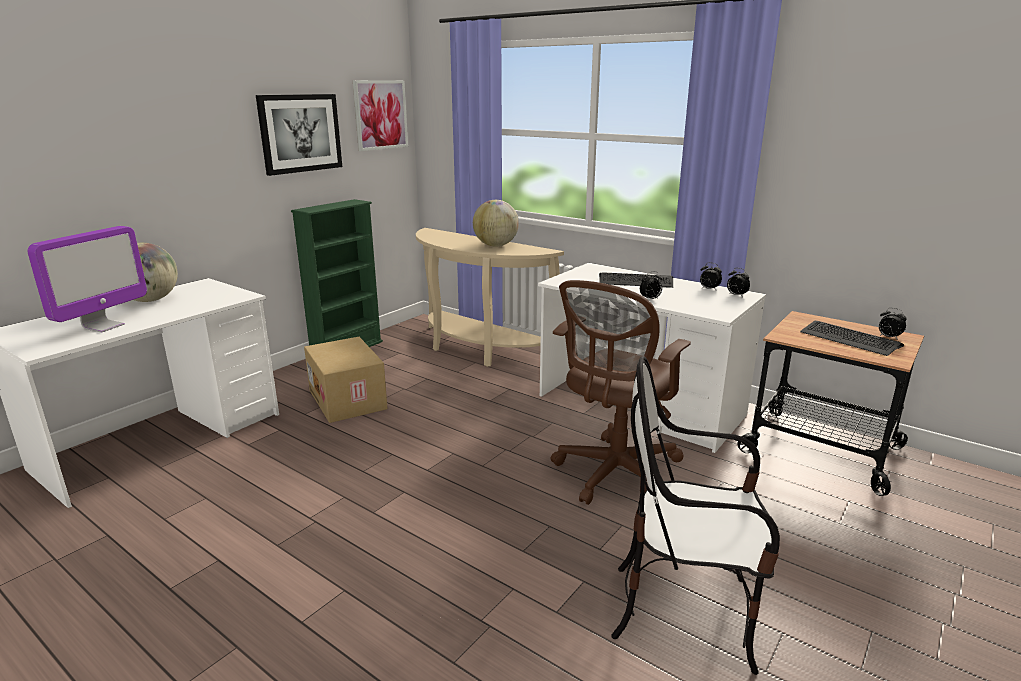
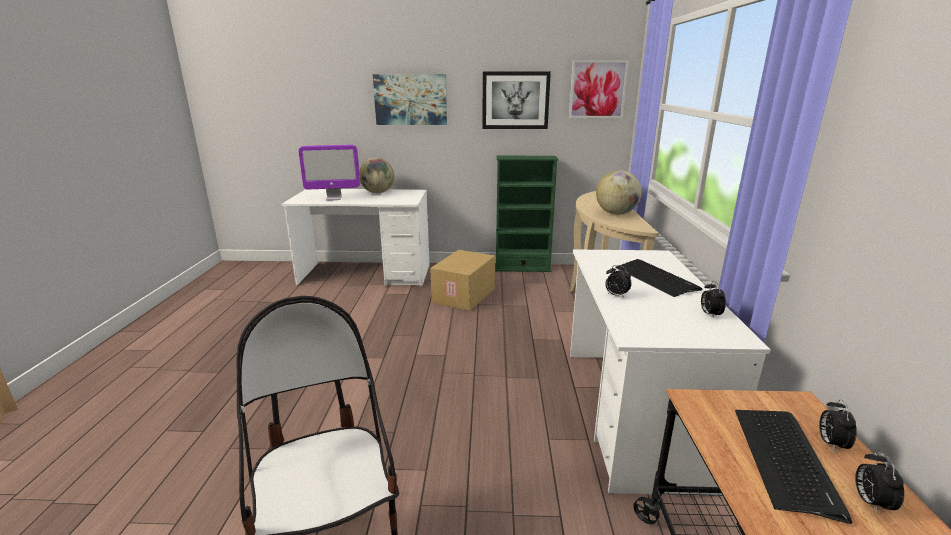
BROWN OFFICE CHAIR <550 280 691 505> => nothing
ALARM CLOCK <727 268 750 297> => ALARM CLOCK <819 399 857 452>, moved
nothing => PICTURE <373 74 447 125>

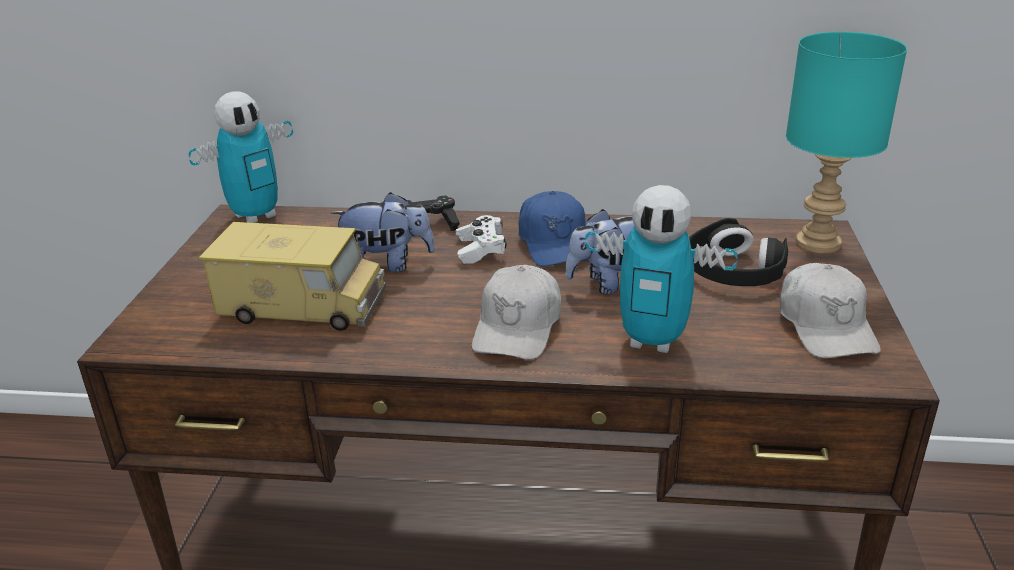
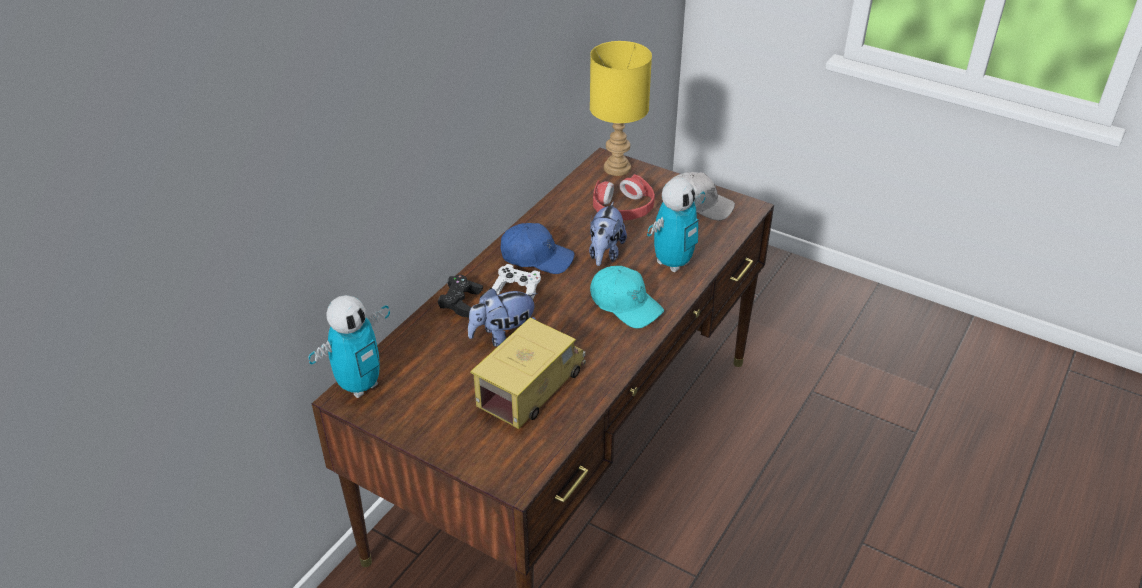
TOY ROBOT <188 91 293 223> => TOY ROBOT <309 295 390 398>, 60 degrees clockwise
PLUSH TOY <331 192 435 272> => PLUSH TOY <468 288 537 347>, 135 degrees counterclockwise
WHITE CAP <472 265 561 360> => TURQUOISE CAP <590 266 664 329>
BLACK HEADPHONES <689 218 788 286> => RED HEADPHONES <593 174 655 220>
TURQUOISE TABLE LAMP <786 32 907 254> => YELLOW TABLE LAMP <590 41 652 176>

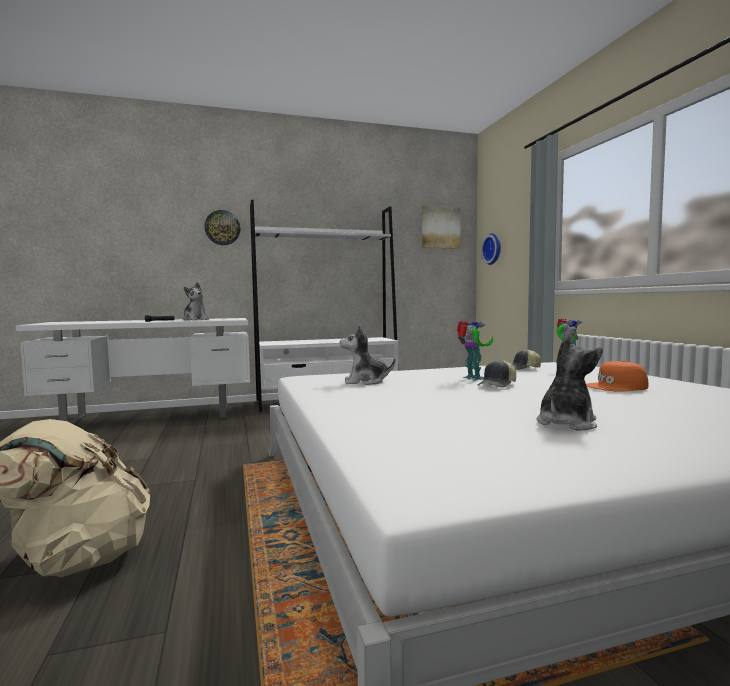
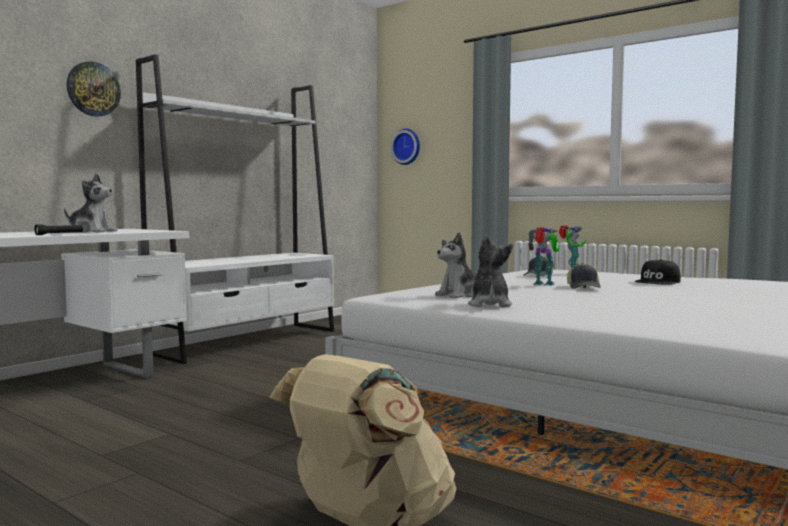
PICTURE <422 205 461 249> => nothing
PLUSH TOY <537 334 603 430> => PLUSH TOY <468 235 513 307>, moved
ORANGE CAP <586 361 648 392> => BLACK CAP <635 259 681 285>

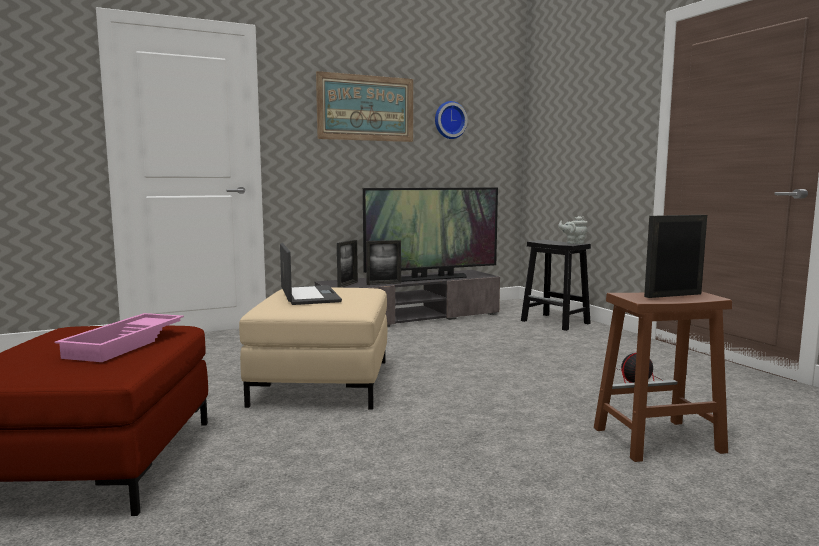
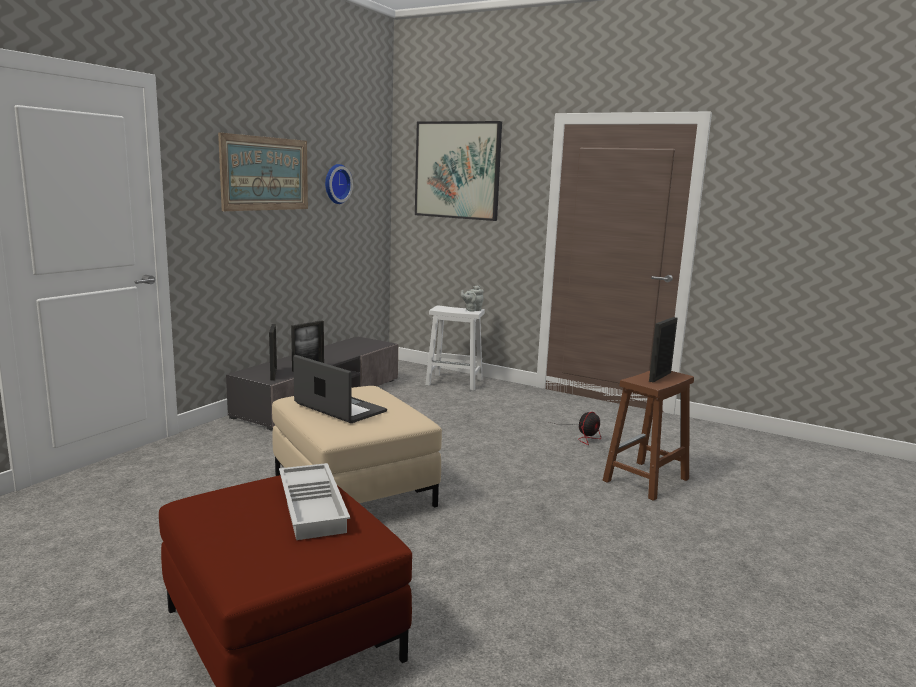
PINK TRAY <55 313 184 362> => WHITE TRAY <279 463 350 540>
TELEVISION <363 188 498 282> => nothing
BLACK STOOL <521 240 591 331> => WHITE STOOL <425 305 485 391>
nothing => PICTURE <415 121 502 221>

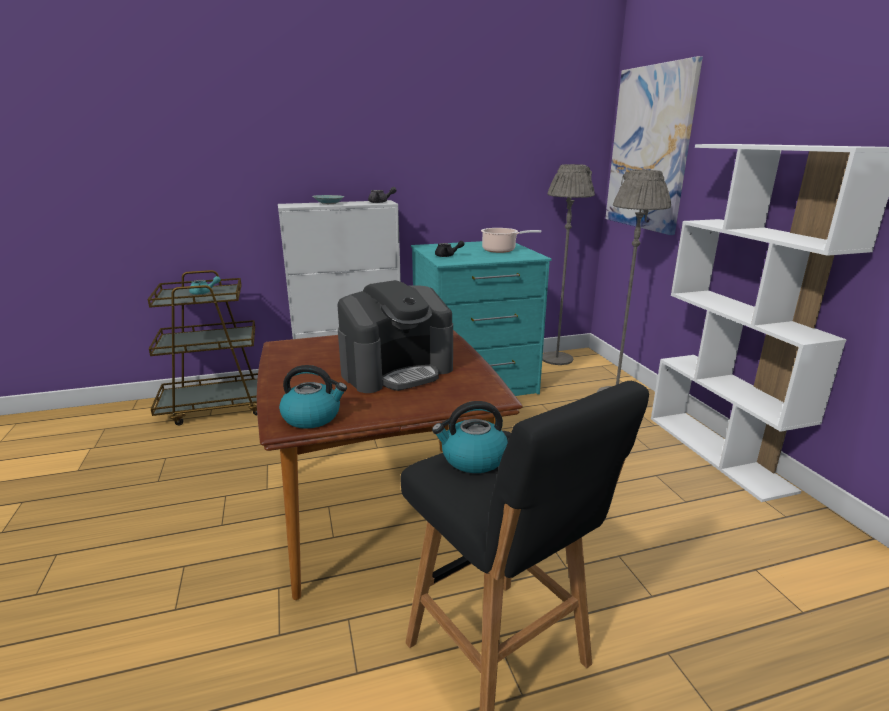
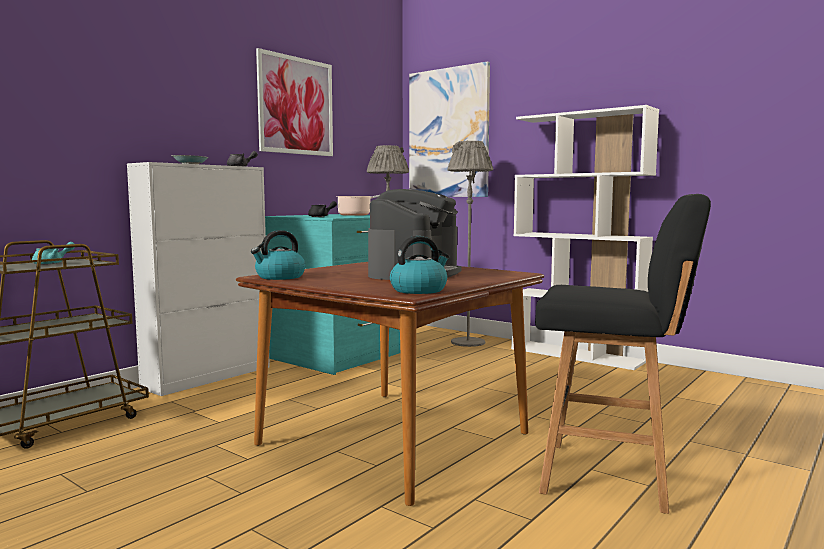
KETTLE <432 401 508 473> => KETTLE <251 230 305 280>, moved
nothing => PICTURE <256 48 333 156>

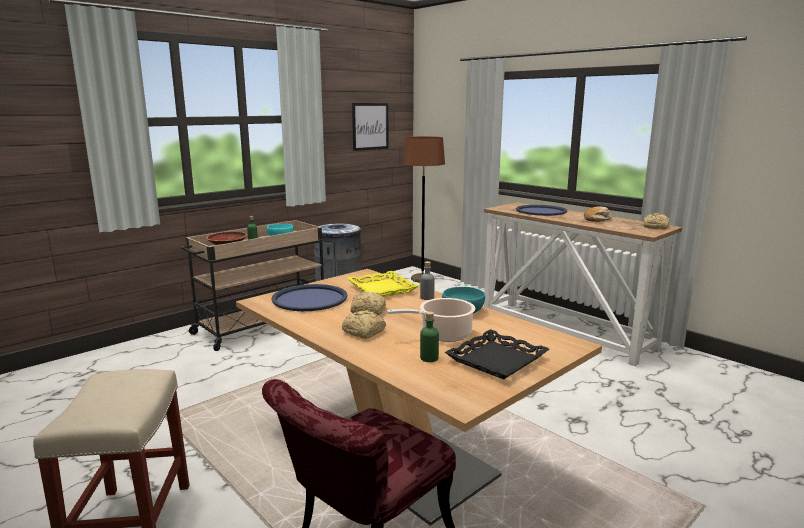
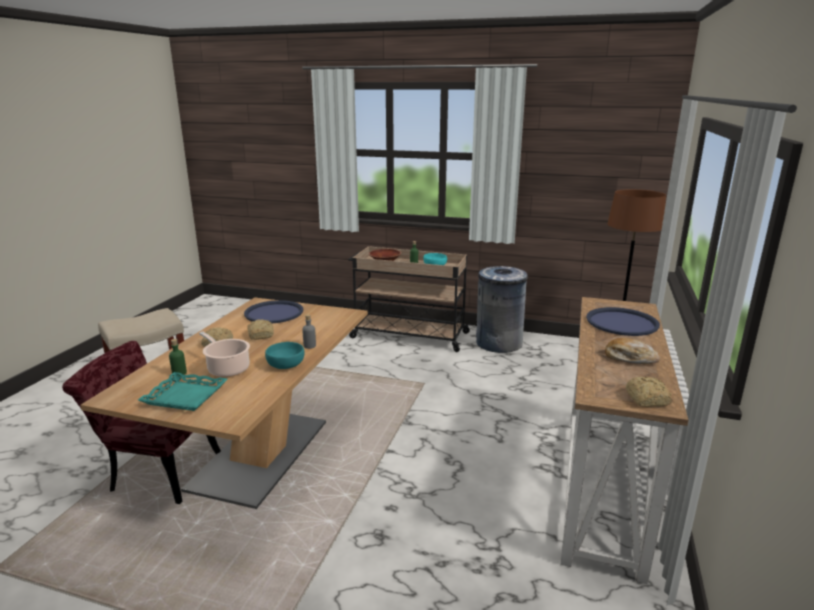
YELLOW TRAY <347 271 418 297> => nothing
PICTURE <352 103 389 151> => nothing
BLACK TRAY <445 329 549 379> => TURQUOISE TRAY <138 372 228 411>

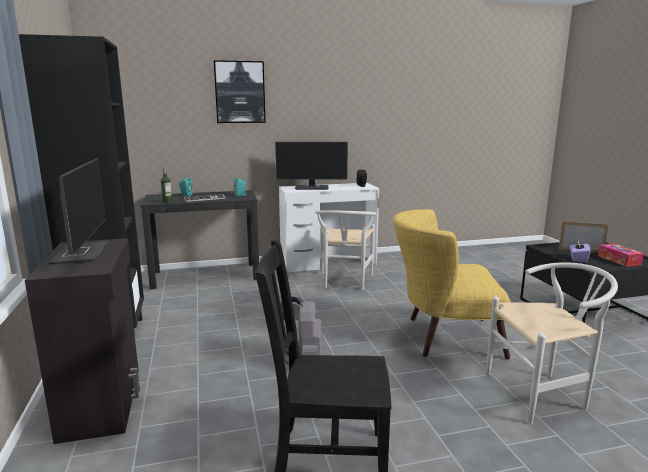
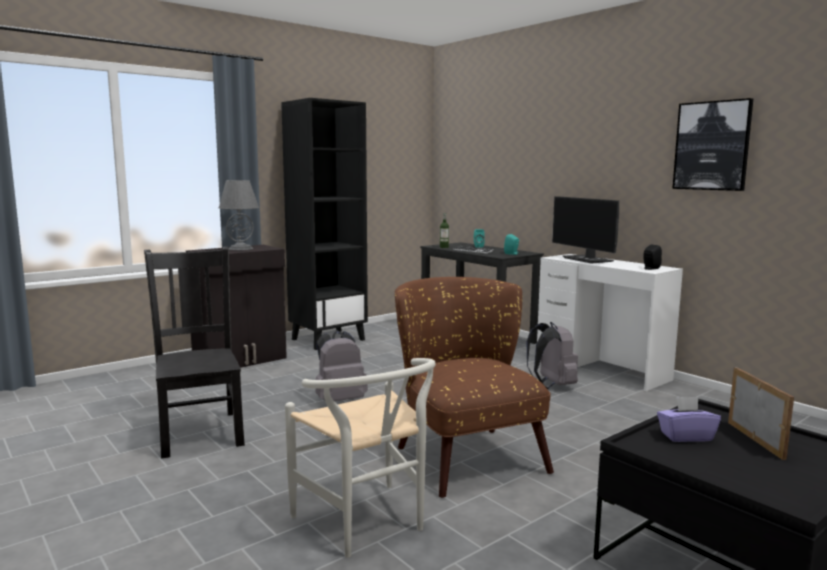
MONITOR <49 158 108 264> => GREY TABLE LAMP <219 180 259 250>
PICTURE <214 60 266 123> => PICTURE <672 98 753 191>, moved
WHITE CHAIR <315 210 376 290> => GREY BACKPACK <527 322 578 389>
YELLOW ARMCHAIR <393 209 511 359> => BROWN ARMCHAIR <395 277 554 498>
TISSUE BOX <598 243 644 267> => nothing

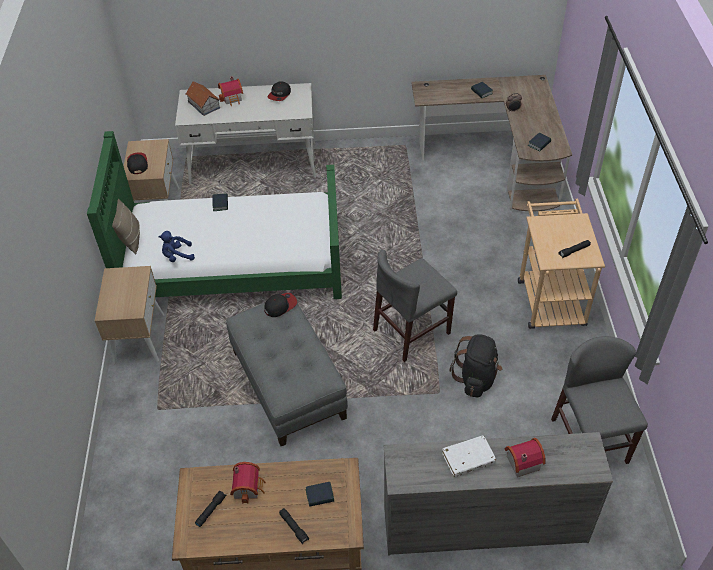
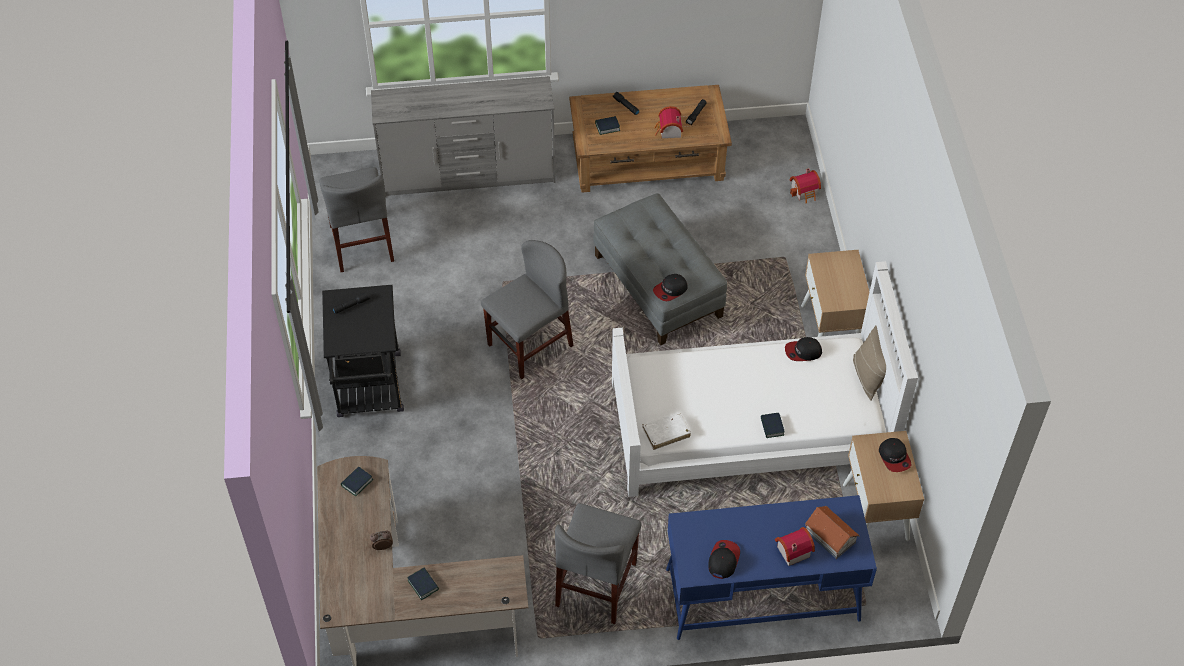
GREEN BED <87 131 342 299> => WHITE BED <612 261 918 497>
BLUE PLUSH TOY <159 231 195 262> => CAP <785 337 822 361>
WHITE DESK <175 83 316 185> => BLUE DESK <666 495 877 640>
WHITE BOOK <442 436 496 477> => WHITE BOOK <643 412 691 450>, moved
BLACK BACKPACK <450 334 503 398> => nothing
TOY HOUSE <505 438 546 477> => TOY HOUSE <790 168 821 203>, moved
BEIGE CART <518 199 605 329> => BLACK CART <322 285 404 417>
nothing => GREY CHAIR <555 503 642 624>

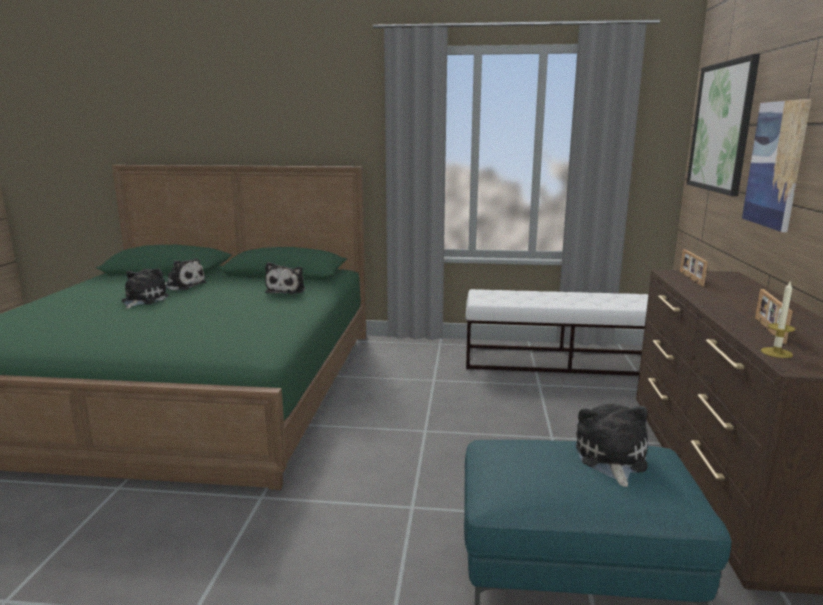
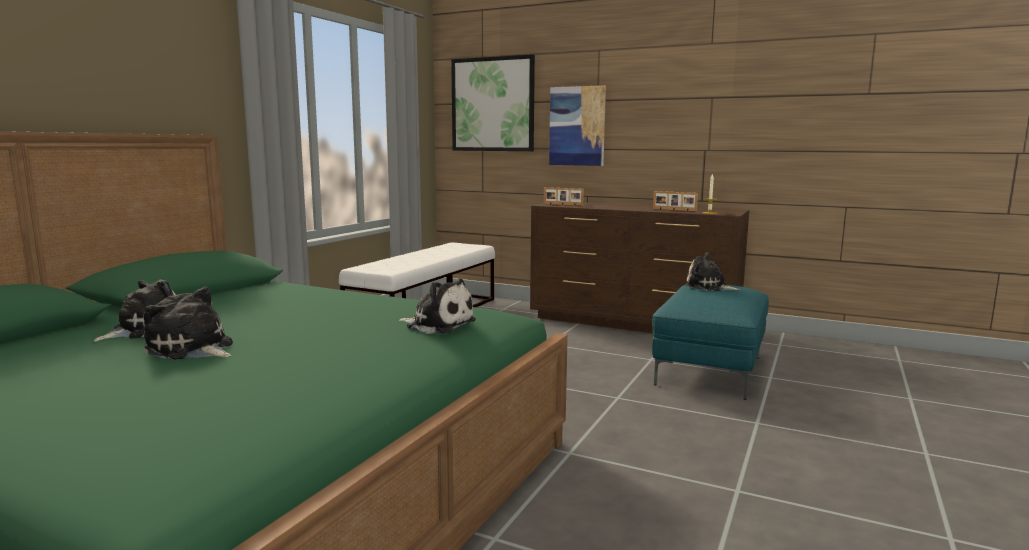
PLUSH TOY <265 262 306 294> => PLUSH TOY <398 279 476 334>, moved

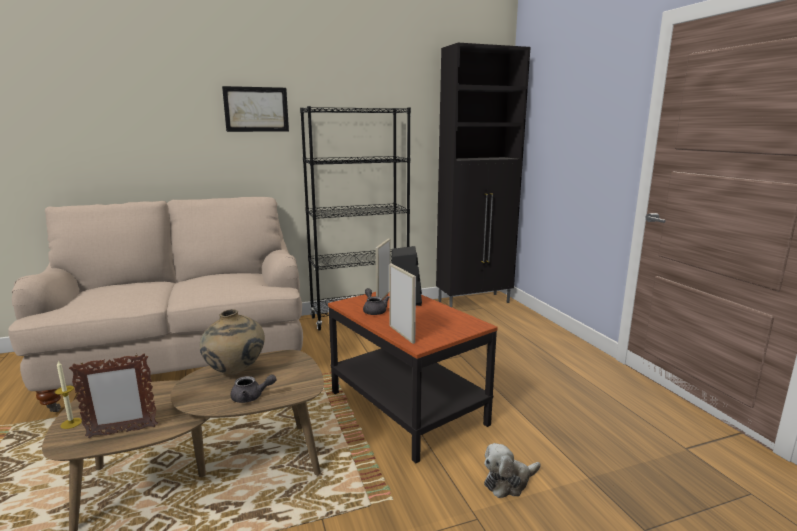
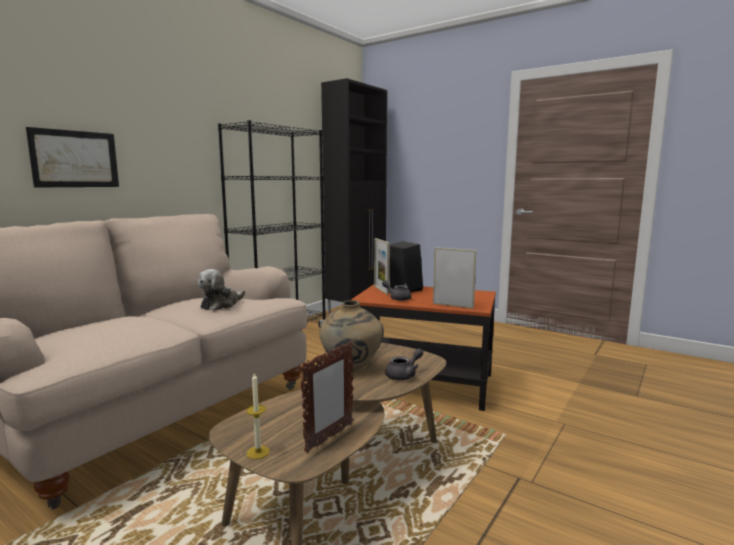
PICTURE <222 86 289 132> => PICTURE <26 127 119 188>, moved
PLUSH TOY <484 443 540 498> => PLUSH TOY <198 269 245 311>, moved

